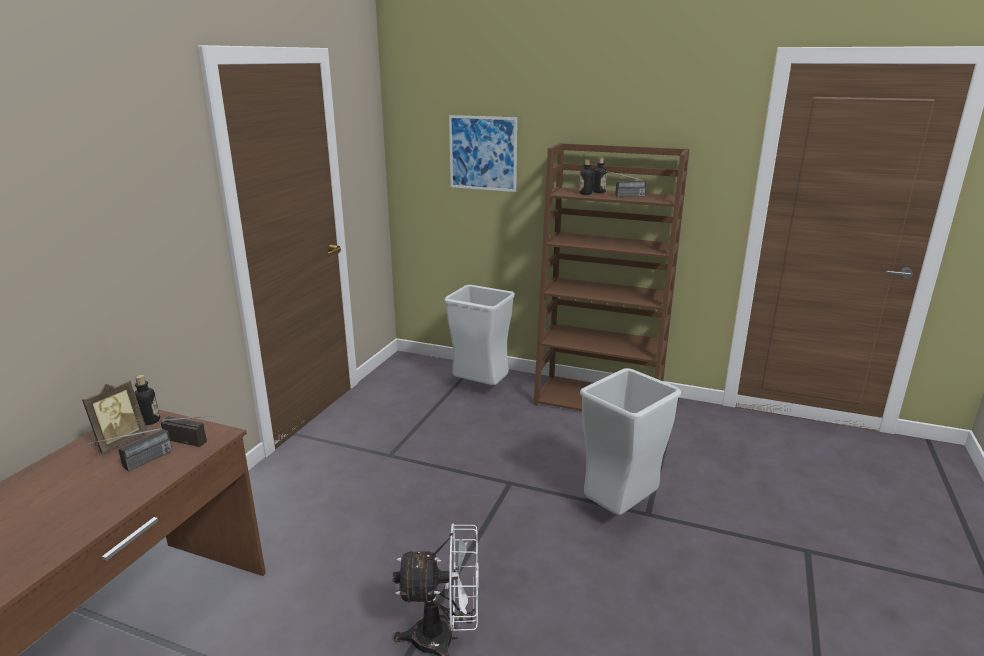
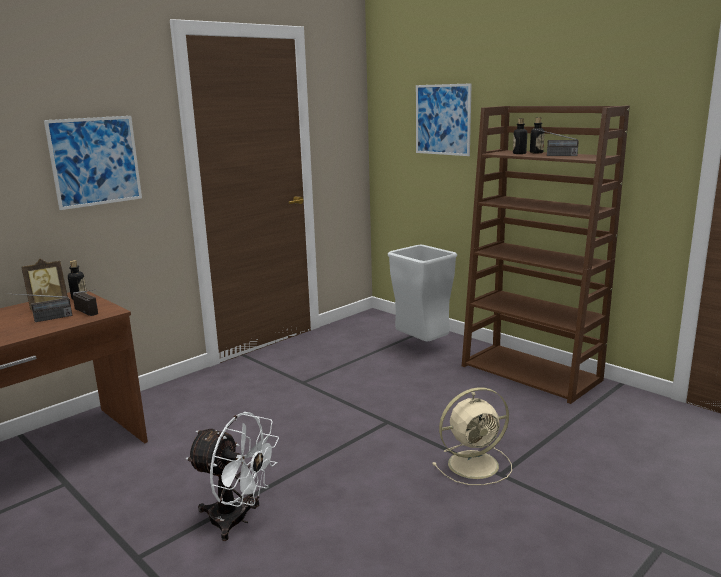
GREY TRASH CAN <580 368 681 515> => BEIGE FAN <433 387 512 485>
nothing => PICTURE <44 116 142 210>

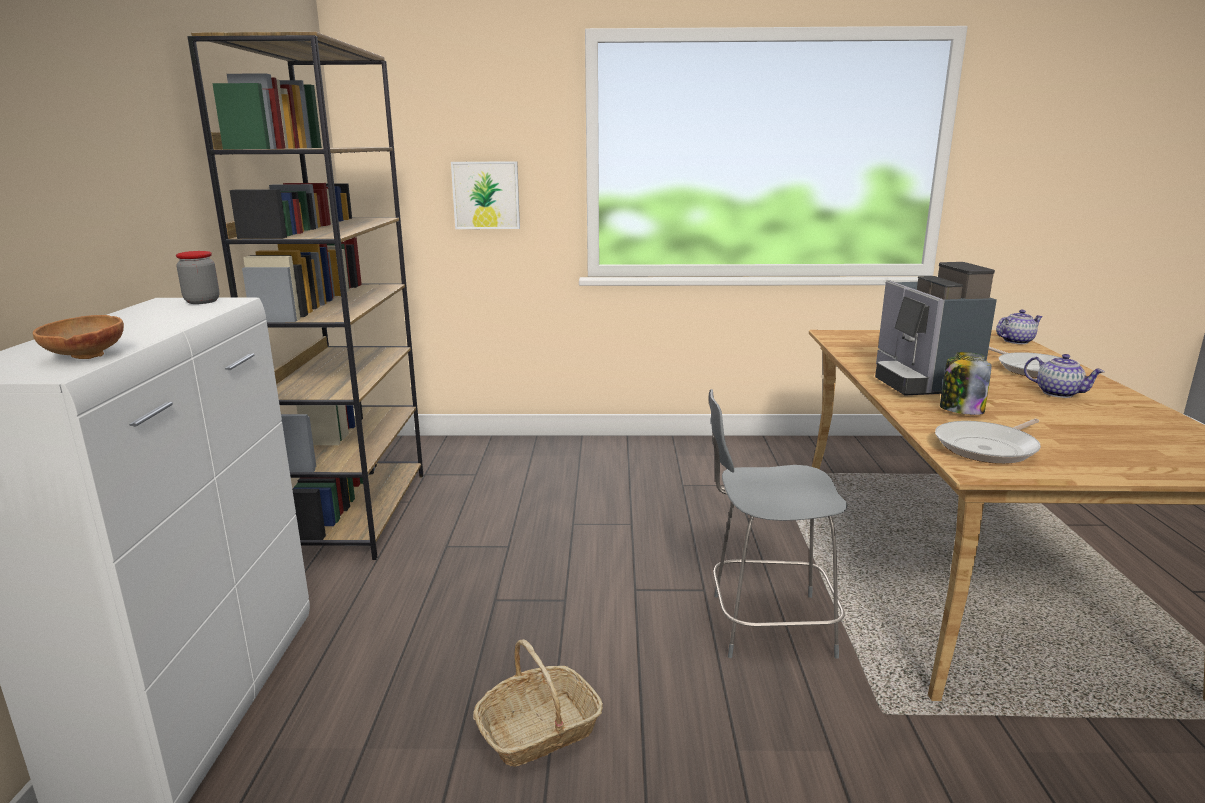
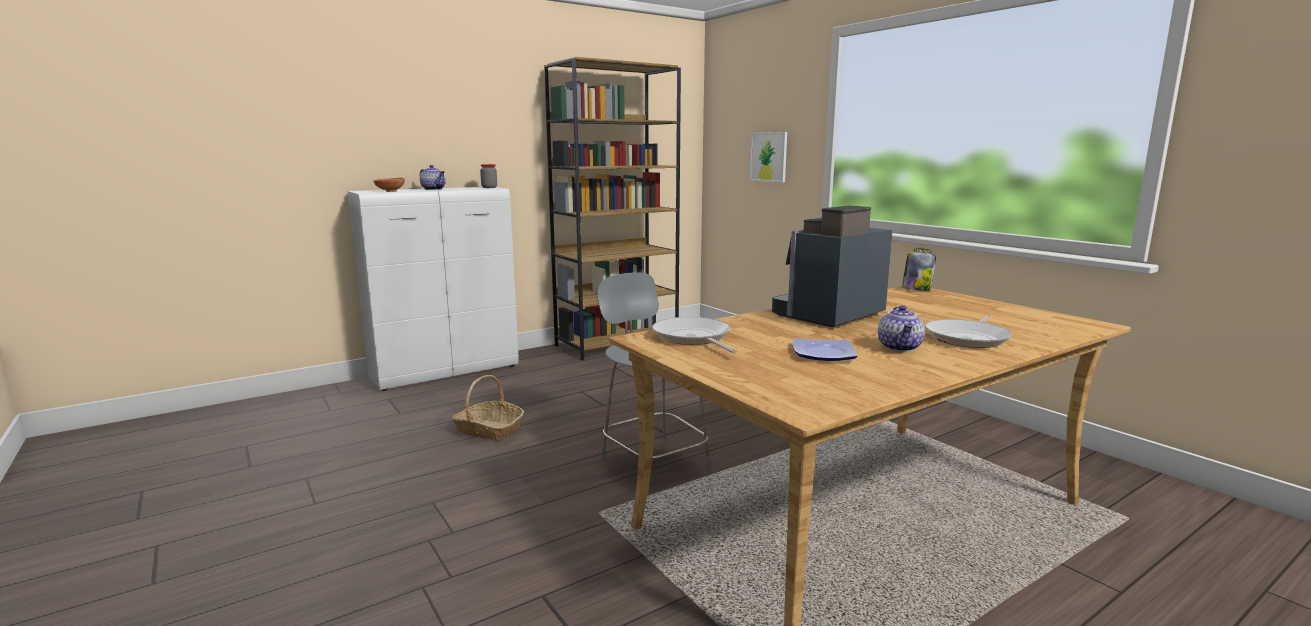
FRYING PAN <935 419 1041 464> => FRYING PAN <652 317 737 354>, 45 degrees clockwise
JAR <940 352 991 415> => JAR <902 248 936 291>, moved
TEAPOT <996 310 1043 344> => TEAPOT <420 165 446 190>, moved
nothing => PLATE <793 338 858 361>

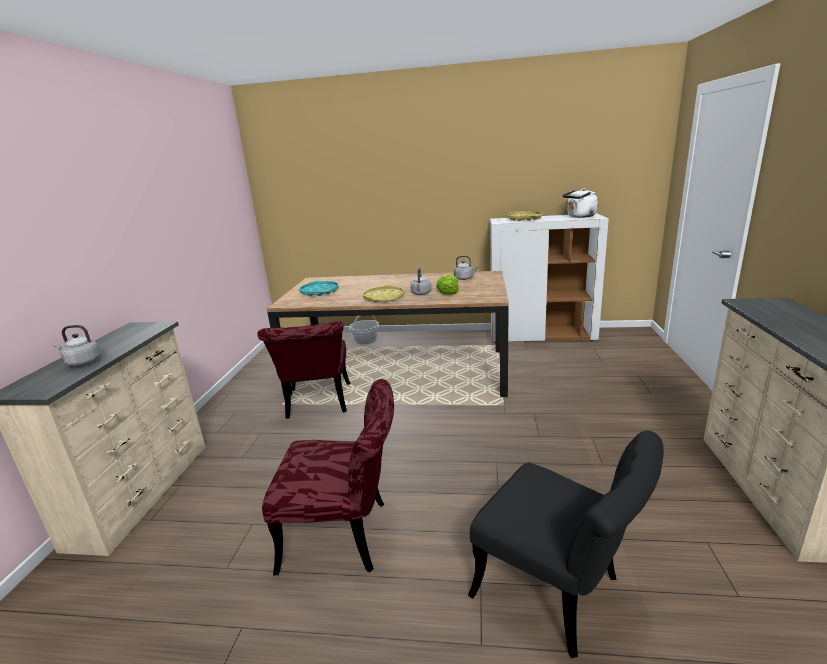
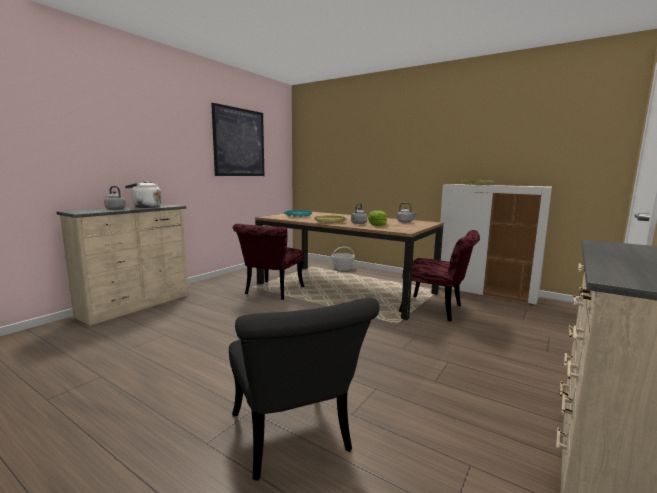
RED CHAIR <262 379 394 575> => RED CHAIR <399 230 480 321>, moved
WHITE KETTLE <563 189 598 218> => WHITE KETTLE <125 181 162 208>, moved
nothing => PICTURE <211 103 264 176>

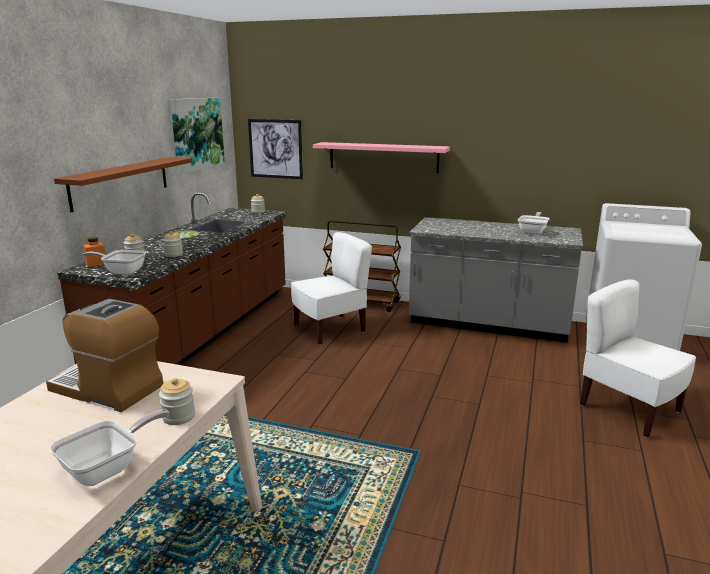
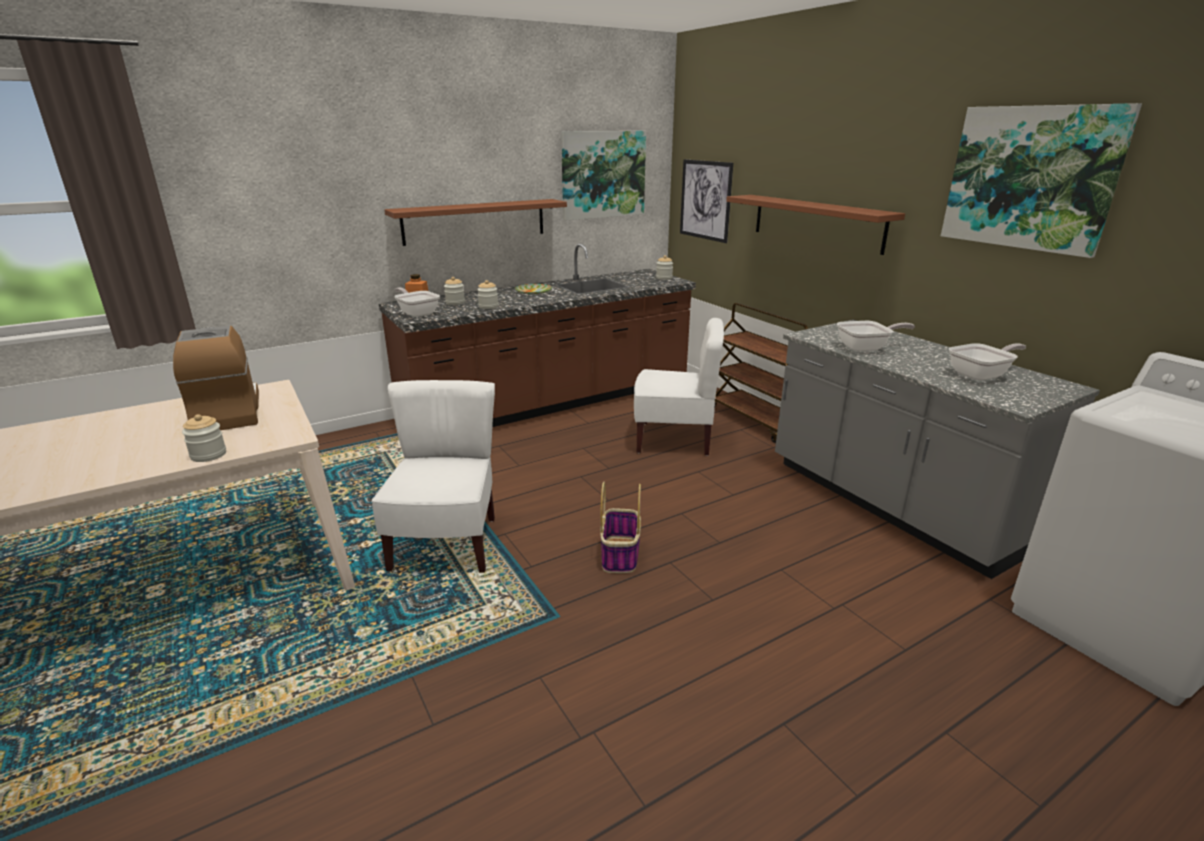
FRYING PAN <50 409 169 486> => FRYING PAN <837 321 915 352>, moved
PINK SHELF <313 142 450 173> => BROWN SHELF <726 195 905 255>
WHITE CHAIR <580 279 696 437> => WHITE CHAIR <372 380 495 572>, moved
nothing => BASKET <600 482 641 573>
nothing => PICTURE <941 103 1142 258>

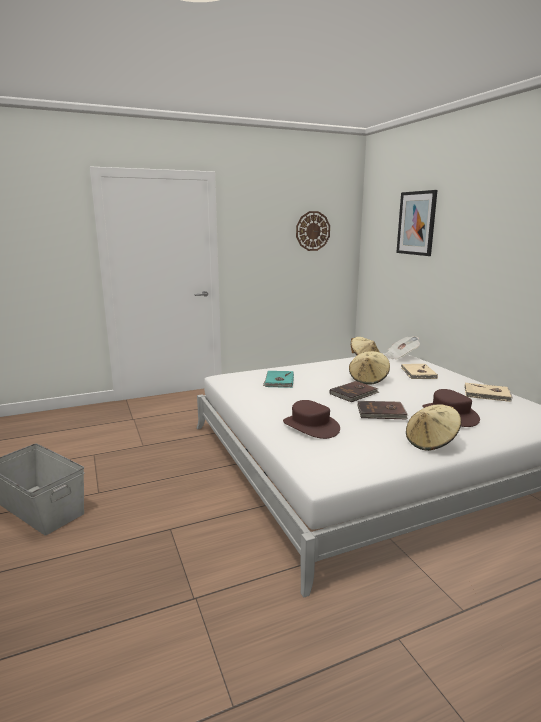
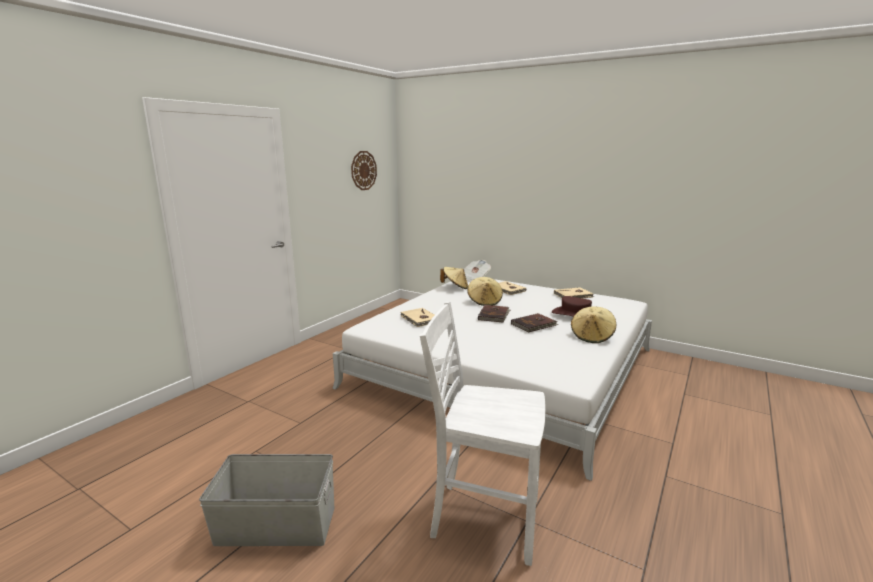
TURQUOISE BOOK <263 371 294 388> => BEIGE BOOK <401 308 434 327>
BROWN HAT <283 400 340 439> => nothing
PICTURE <396 190 437 256> => nothing
nothing => WHITE CHAIR <420 302 546 566>

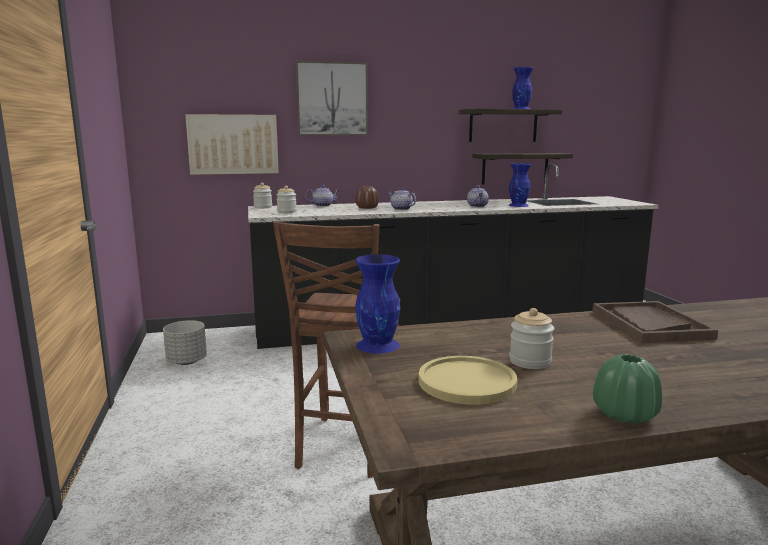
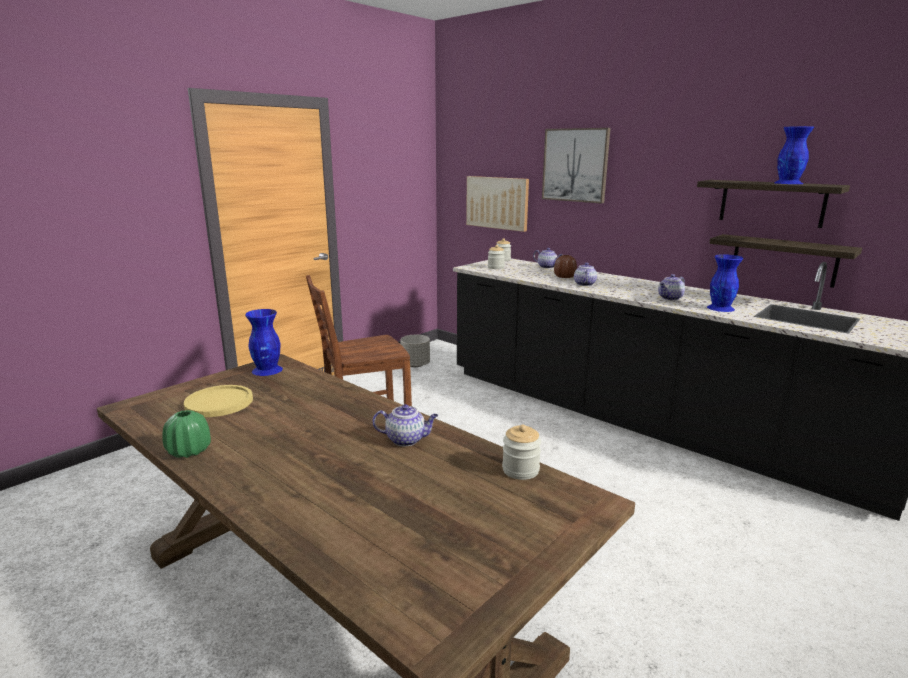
JAR <509 308 554 369> => JAR <502 424 541 480>, moved
BROWN TRAY <592 301 718 343> => TEAPOT <373 404 438 446>

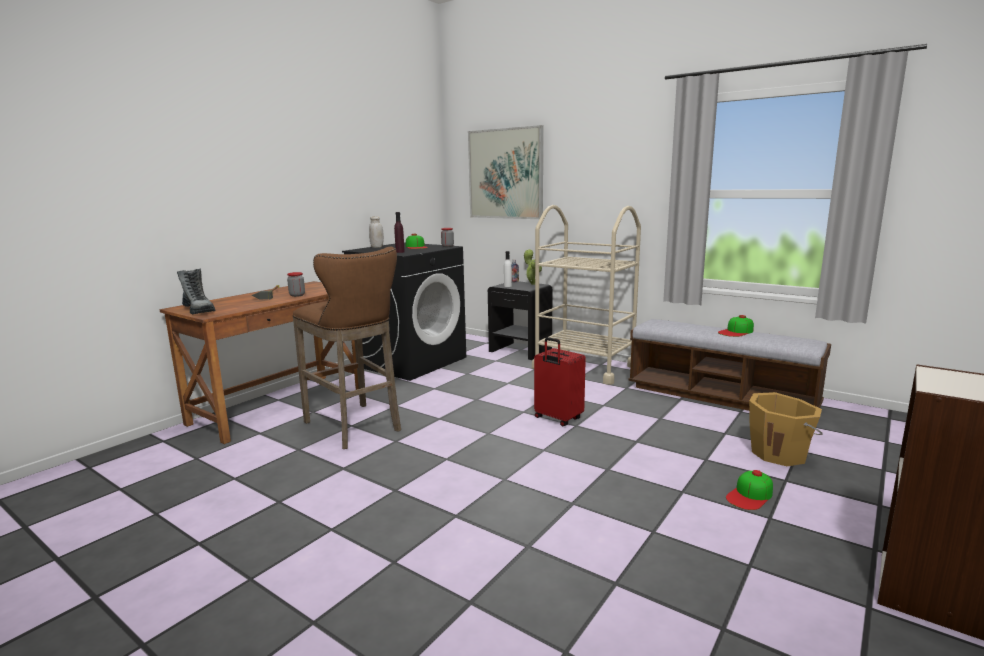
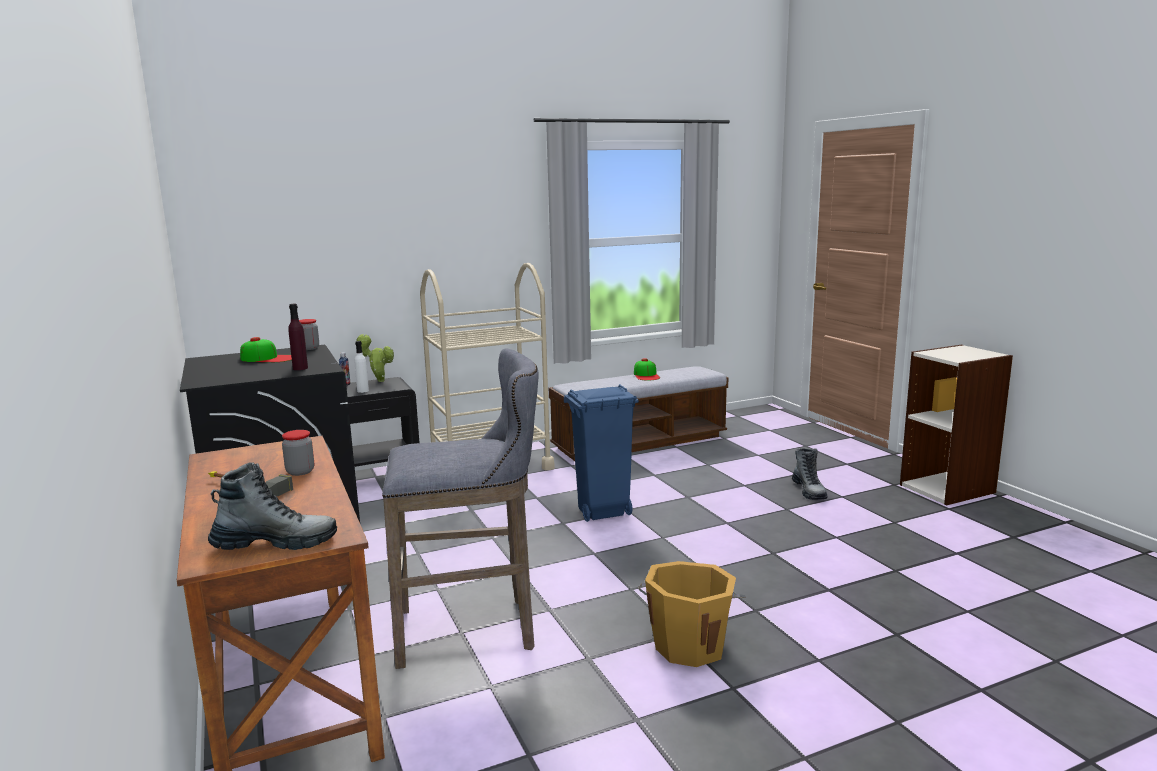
BROWN STOOL <293 247 401 449> => GREY STOOL <382 349 539 669>
WHITE JAR <369 216 384 248> => nothing
PICTURE <468 125 543 219> => nothing
RED SUITCASE <534 337 586 426> => BLUE TRASH CAN <564 384 639 522>
CAP <726 470 773 510> => BOOT <792 448 828 500>
ORANGE BUCKET <749 392 823 466> => ORANGE BUCKET <638 561 746 667>, moved

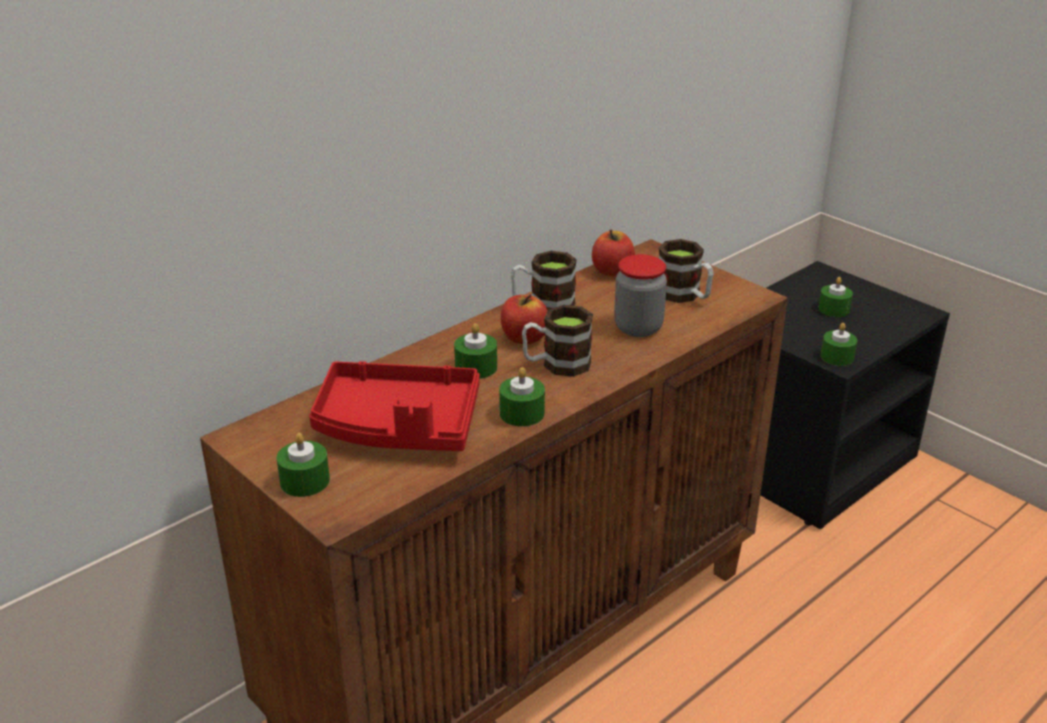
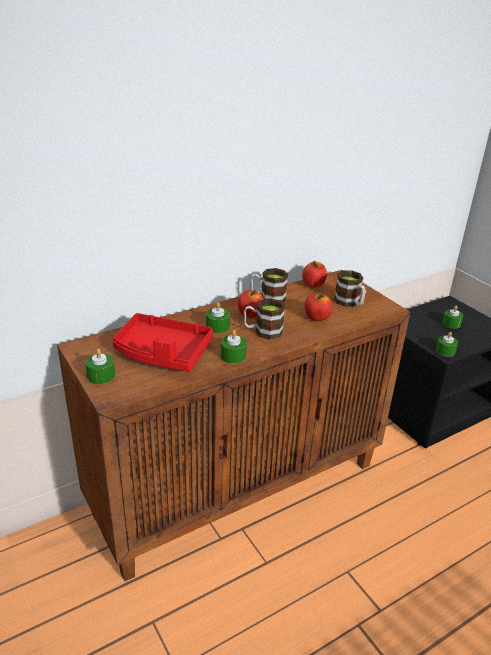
JAR <614 254 667 337> => APPLE <305 293 332 321>

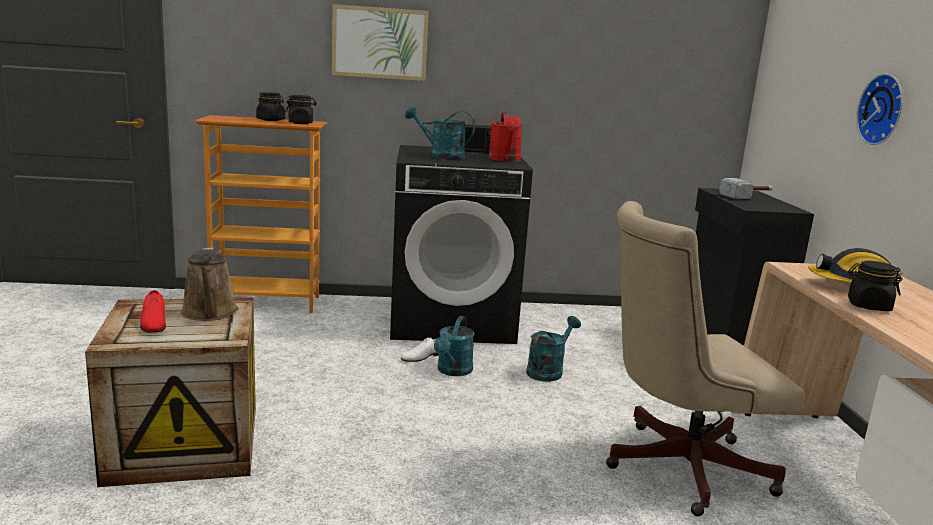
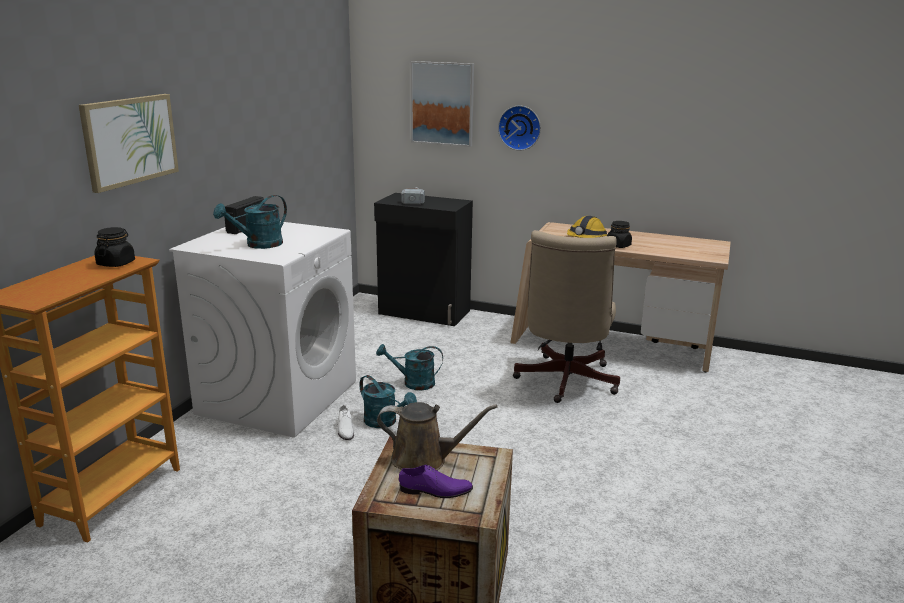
RED SHOE <140 290 166 333> => PURPLE SHOE <399 465 473 498>
BLACK JAR <256 92 285 121> => nothing
BLACK WASHING MACHINE <390 145 533 344> => WHITE WASHING MACHINE <169 221 356 438>
RED WATERING CAN <488 112 523 162> => nothing
TURQUOISE WATERING CAN <526 316 581 382> => TURQUOISE WATERING CAN <376 344 443 390>, 60 degrees counterclockwise
nothing => PICTURE <411 61 474 147>

